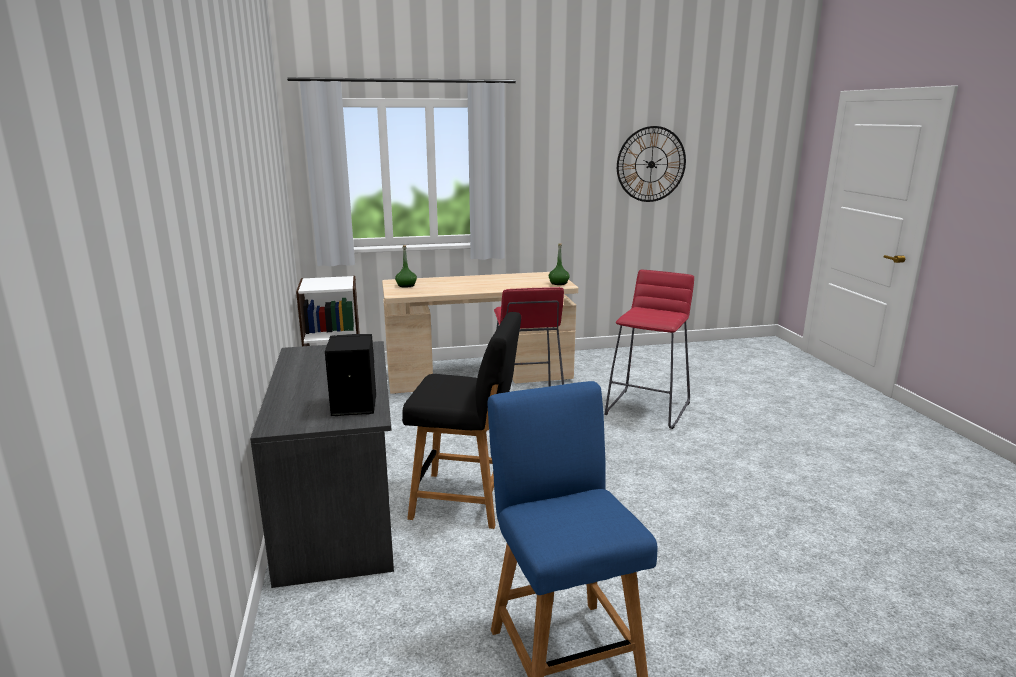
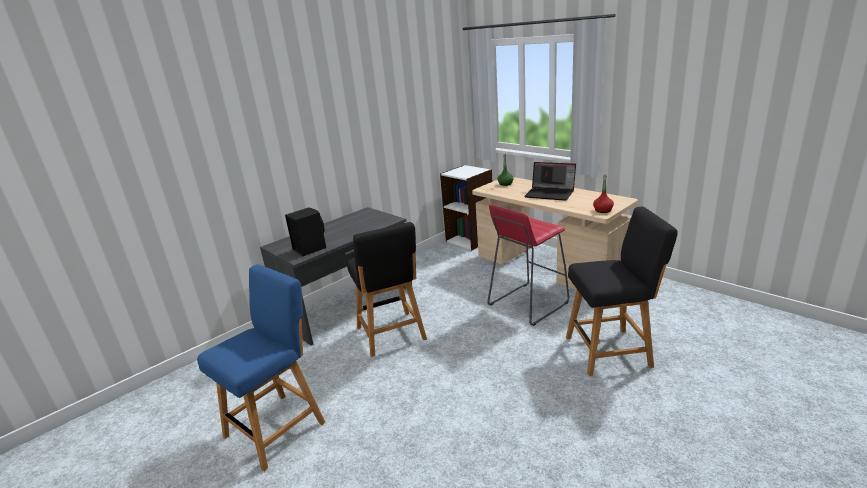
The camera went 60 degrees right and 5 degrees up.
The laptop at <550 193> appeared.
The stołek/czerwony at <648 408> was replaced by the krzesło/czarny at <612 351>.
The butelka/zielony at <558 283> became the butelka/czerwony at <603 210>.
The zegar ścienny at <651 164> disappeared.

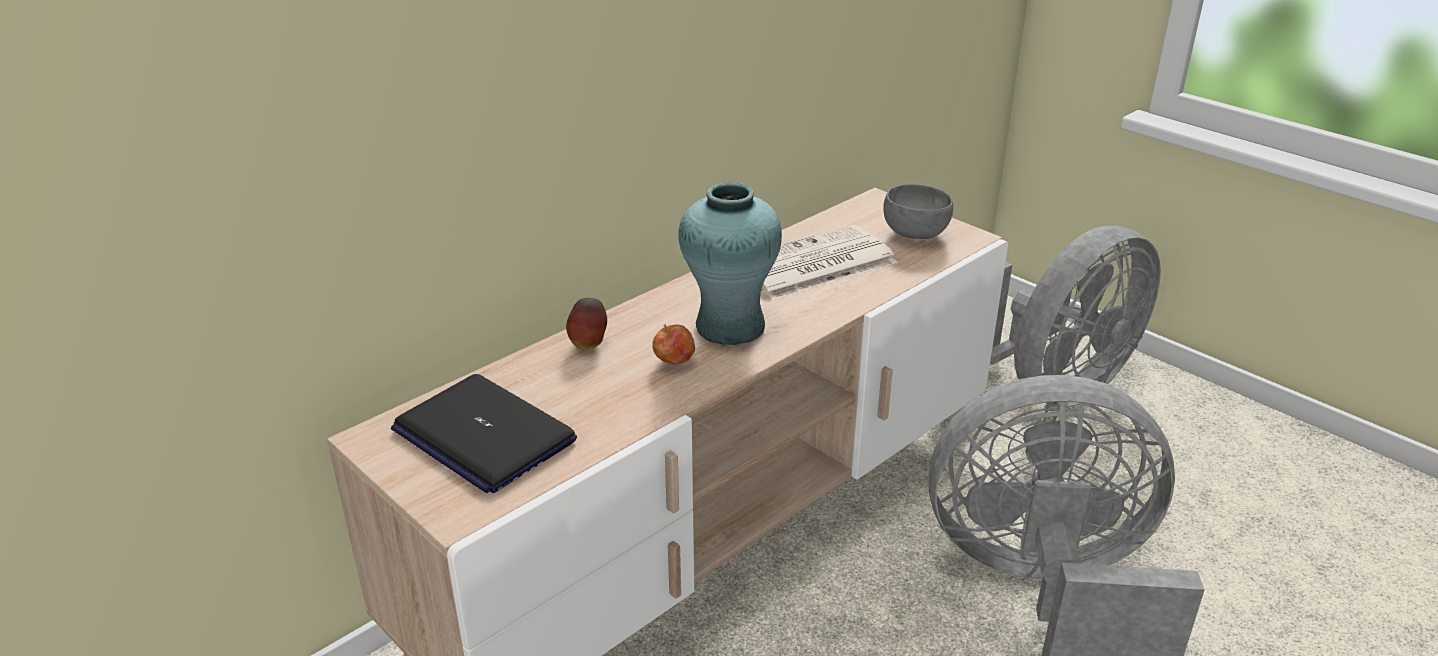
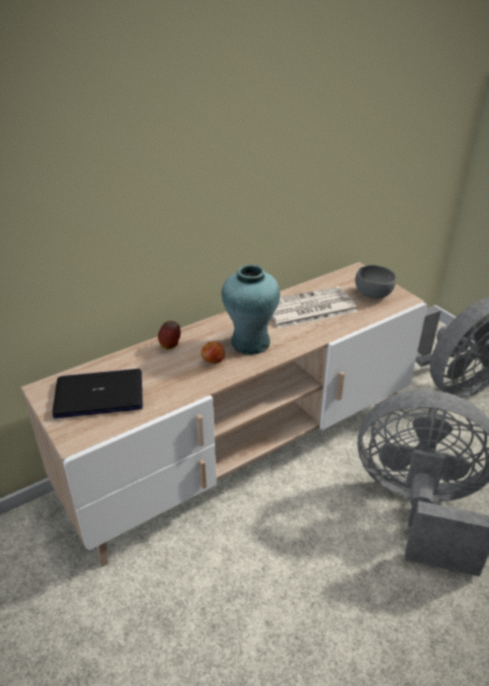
The camera went 10 degrees right and 5 degrees up.
The laptop at <483 435> turned 120 degrees clockwise.

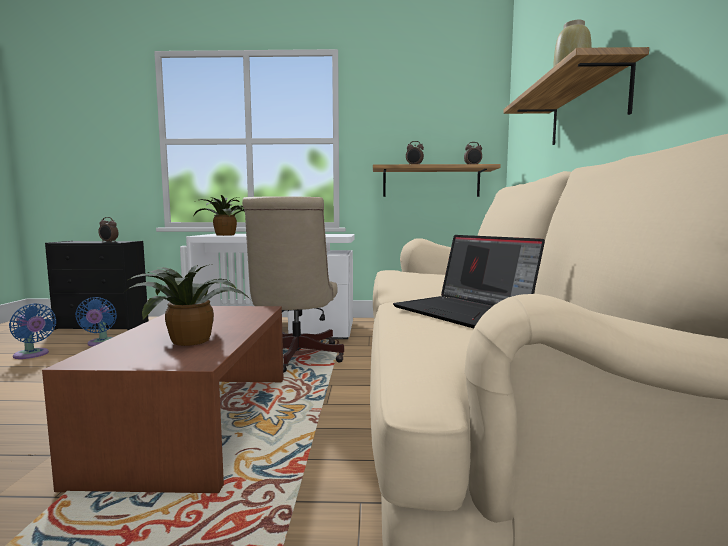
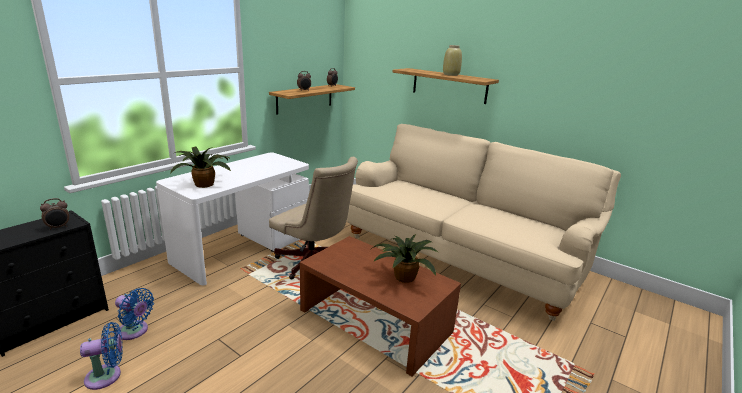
The camera went 55 degrees left and 15 degrees up.
The laptop at <465 312> disappeared.

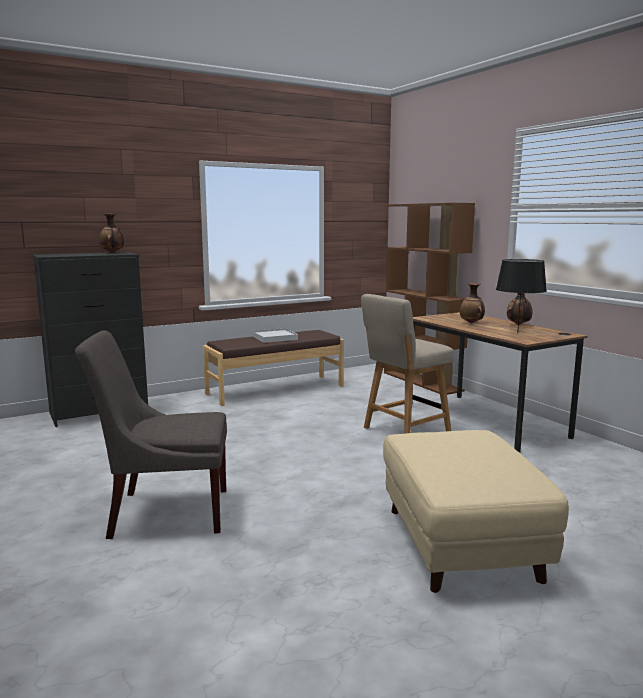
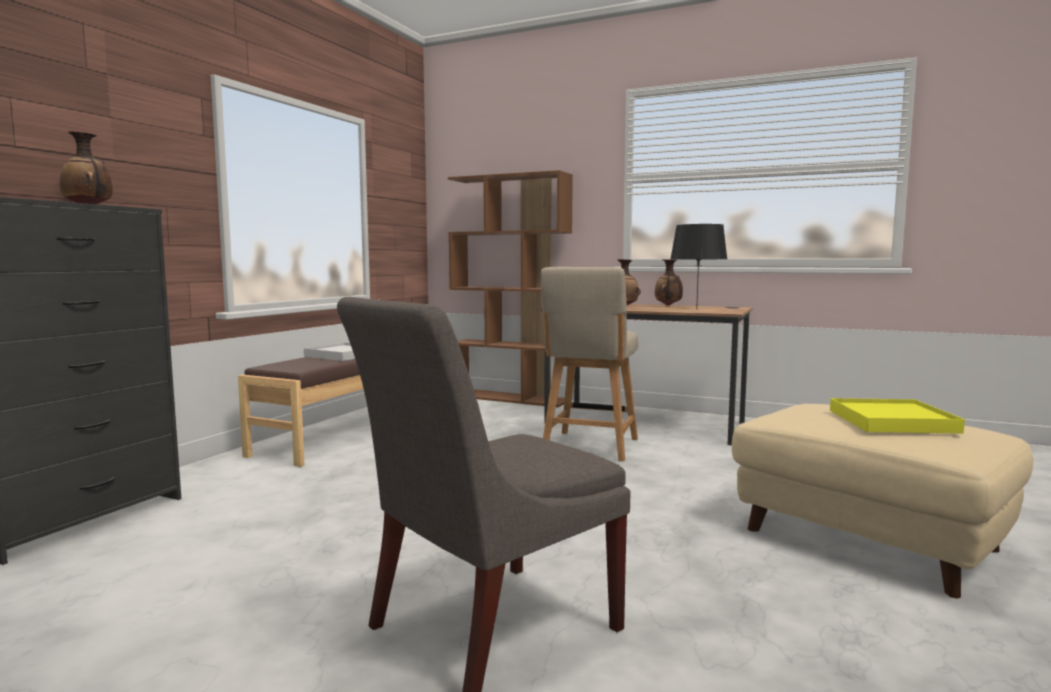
The camera went 35 degrees left and 5 degrees down.
The taca/żółty at <892 421> appeared.

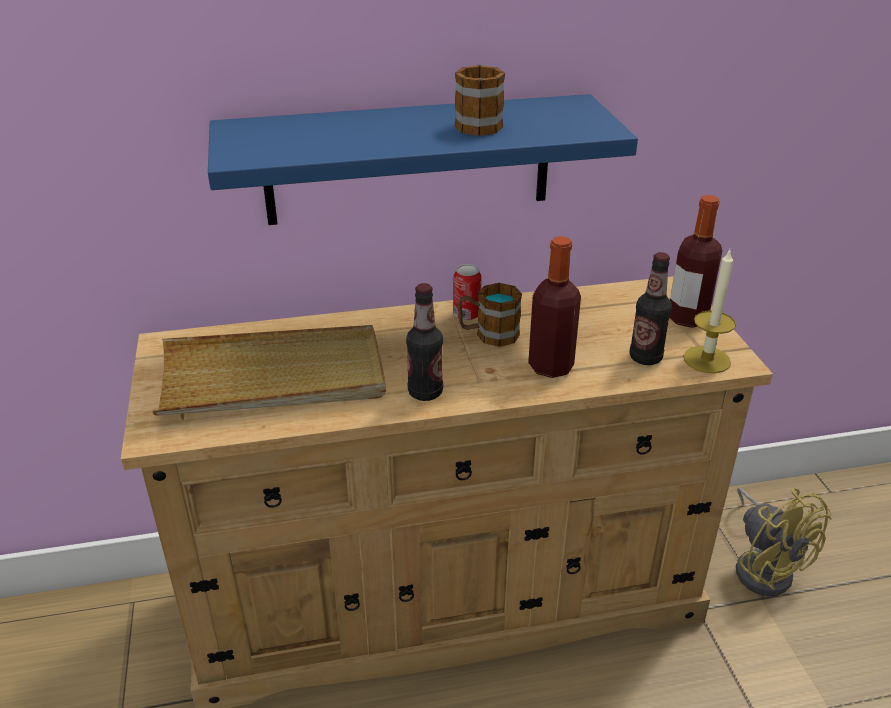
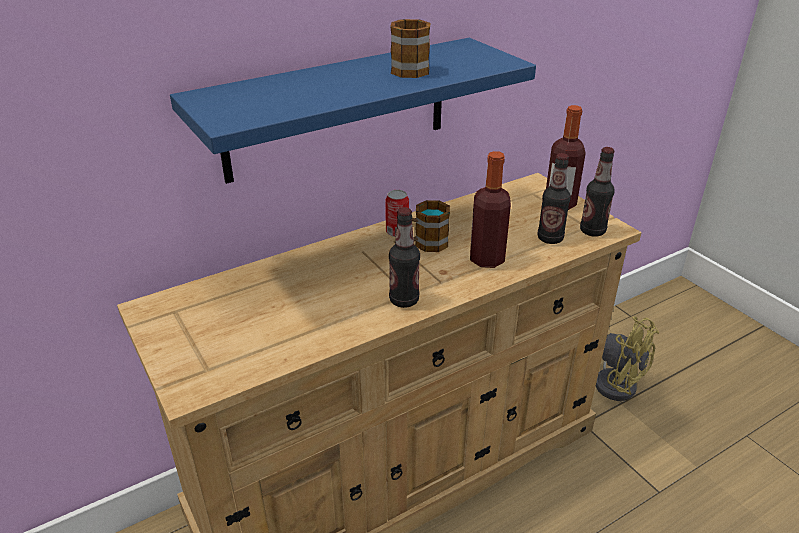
The camera went 20 degrees left and 0 degrees up.
The świeca at <706 359> was replaced by the butelka at <592 231>.
The taca/beżowy at <273 378> disappeared.

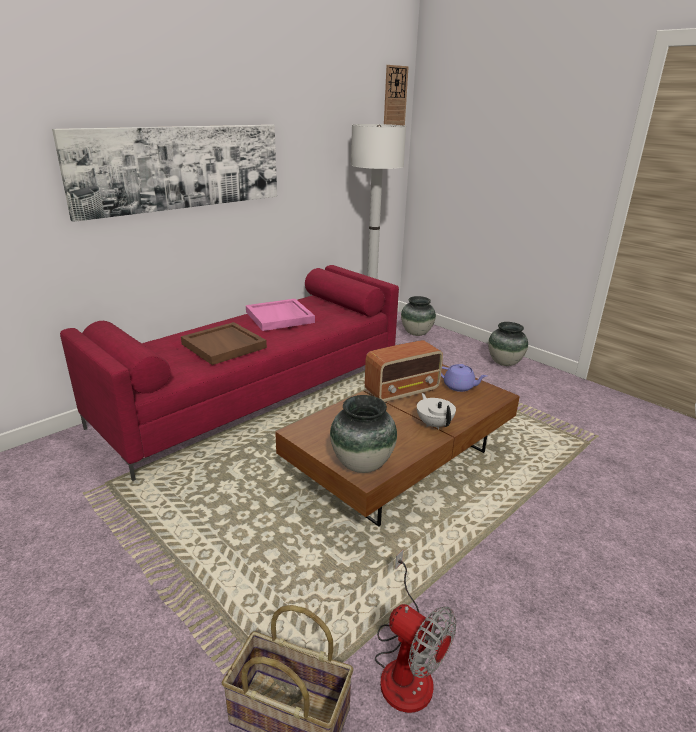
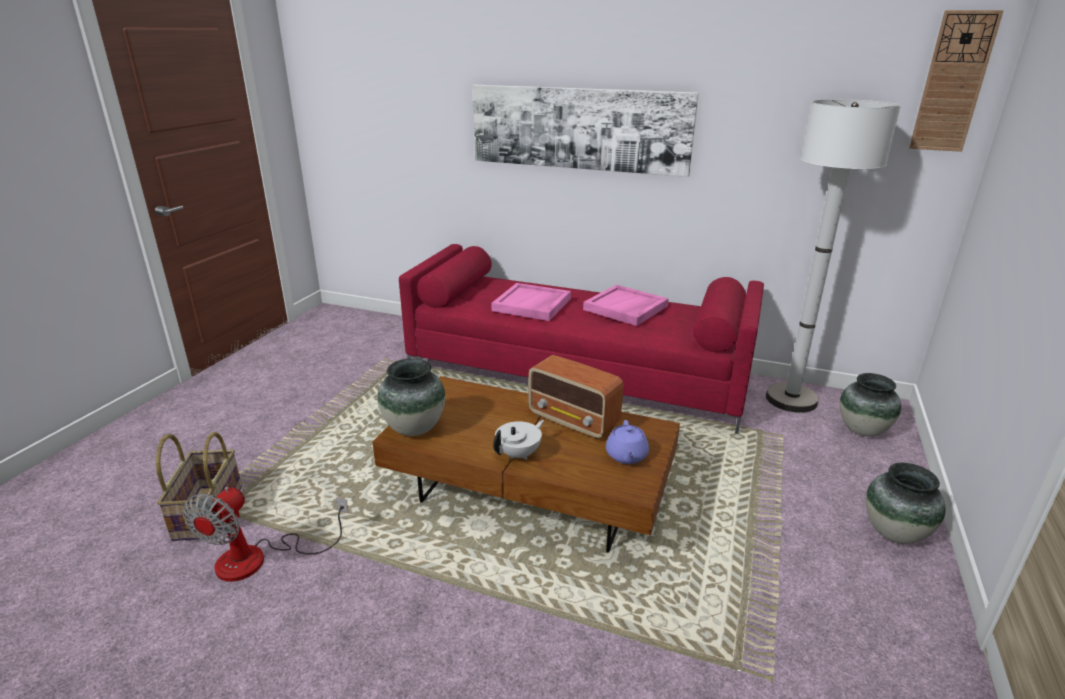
The camera went 65 degrees right and 0 degrees up.
The taca/brązowy at <224 346> became the taca/różowy at <532 305>.

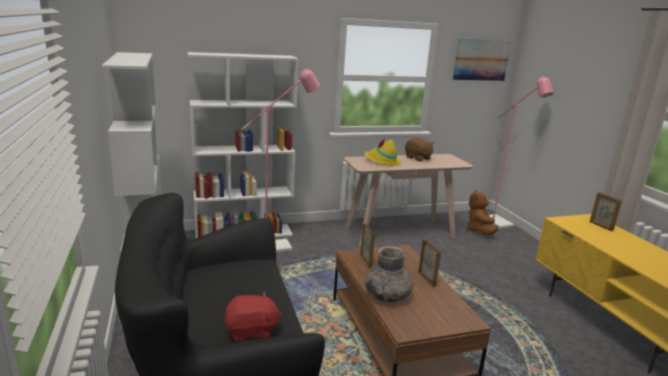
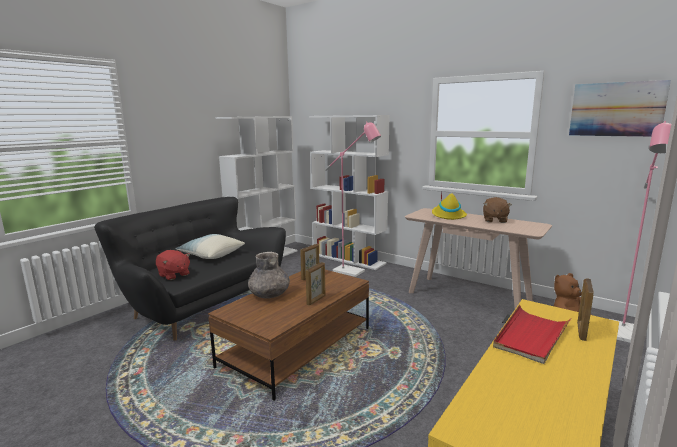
The camera went 55 degrees right and 5 degrees down.
The poduszka at <211 255> appeared.
The taca/czerwony at <531 336> appeared.

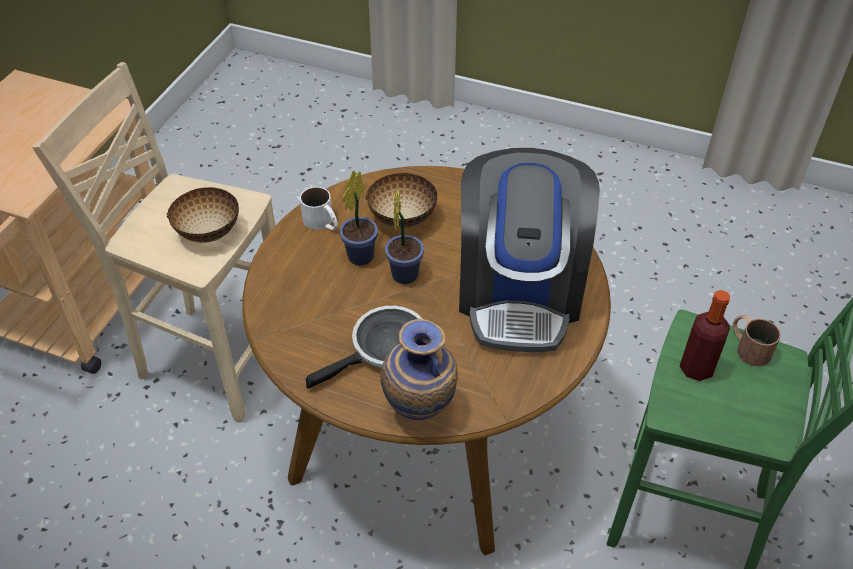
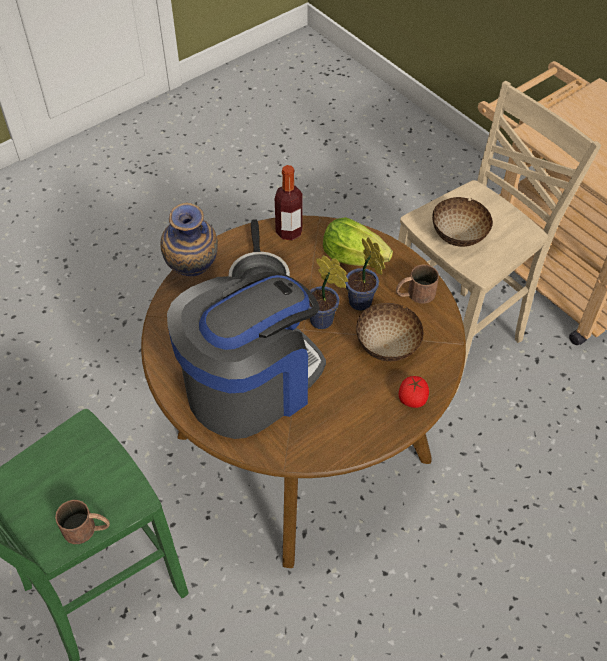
The camera went 120 degrees right and 5 degrees up.
The ekspres do kawy at <520 292> turned 105 degrees clockwise.
The butelka moved from <696 368> to <289 232>.
The sałata at <353 257> appeared.
The kubek/biały at <322 223> became the kubek/brązowy at <414 294>.
The pomidor at <412 399> appeared.

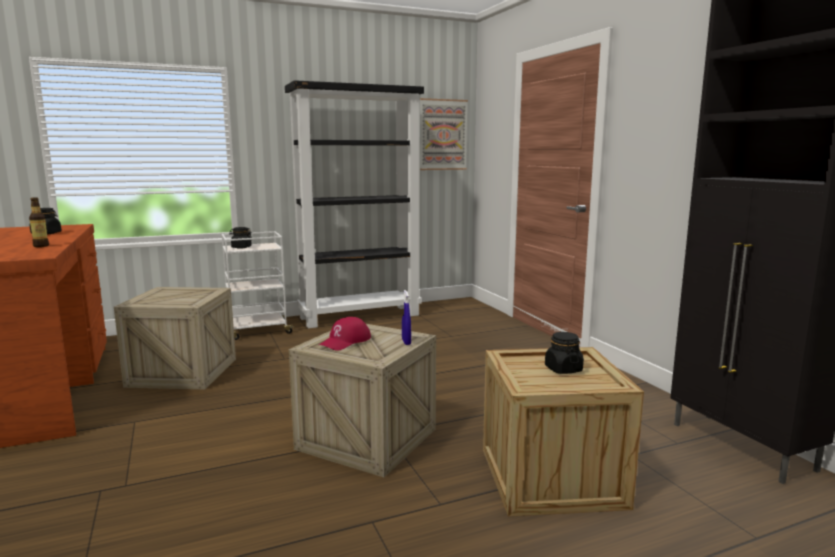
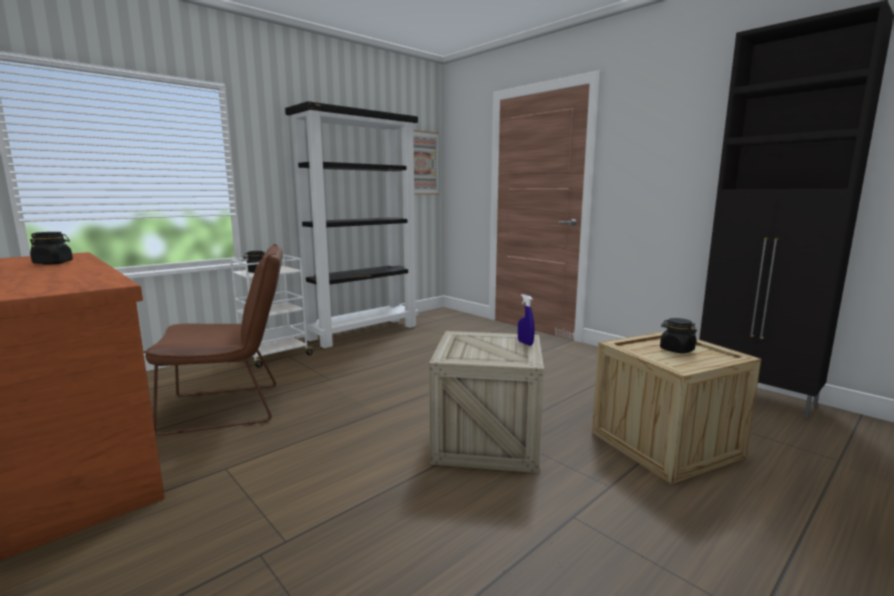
The camera went 20 degrees left and 0 degrees up.
The skrzynka at <183 372> was replaced by the krzesło/brązowy at <232 407>.
The butelka at <41 246> disappeared.
The czapka z daszkiem/czerwony at <345 341> disappeared.

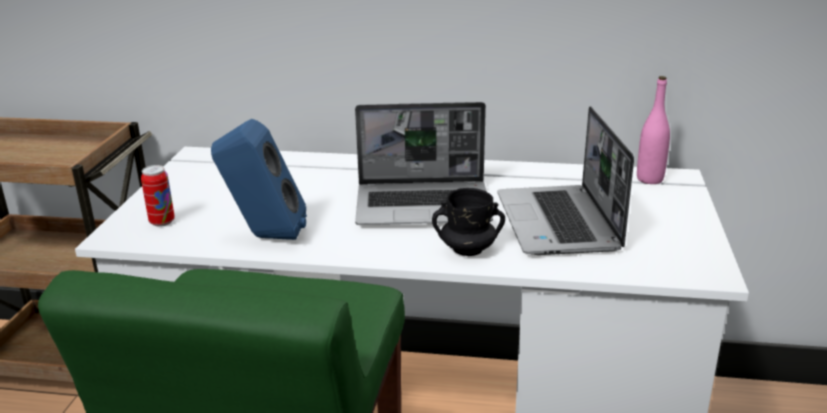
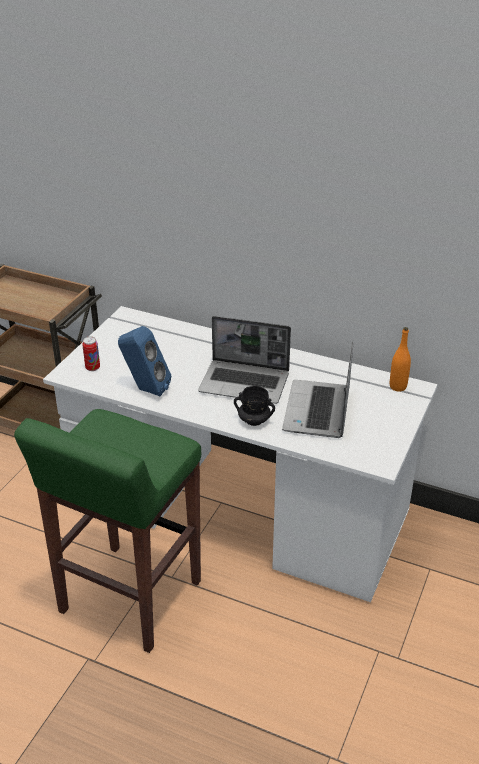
The camera went 15 degrees right and 10 degrees up.
The butelka/różowy at <649 179> became the butelka/pomarańczowy at <398 387>.

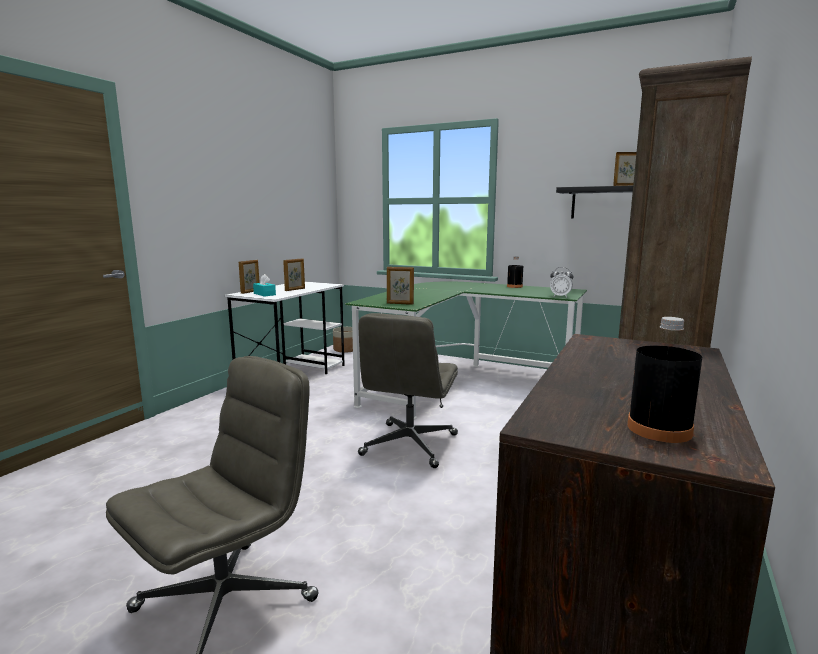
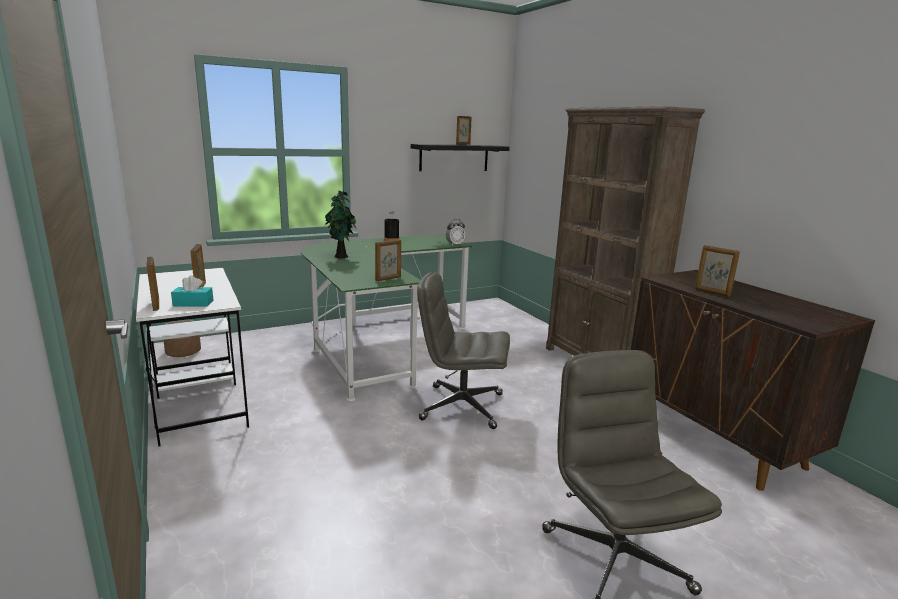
The camera went 55 degrees left and 5 degrees up.
The roślina doniczkowa at <342 257> appeared.
The krzesło biurowe/szary at <409 445> turned 135 degrees clockwise.
The ramka na zdjęcie at <712 292> appeared.
The butelka/czarny at <659 429> disappeared.

